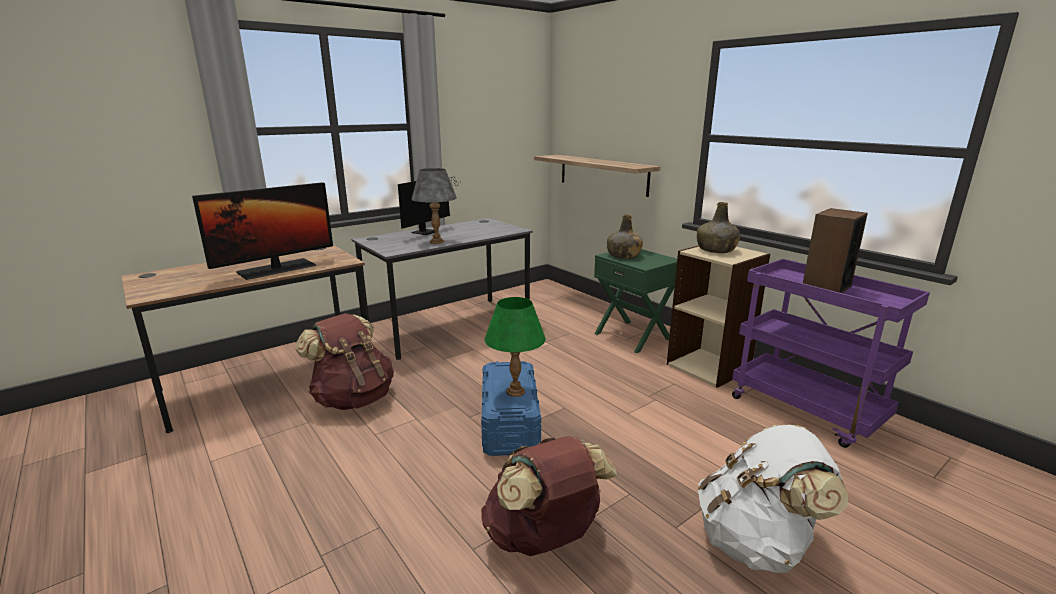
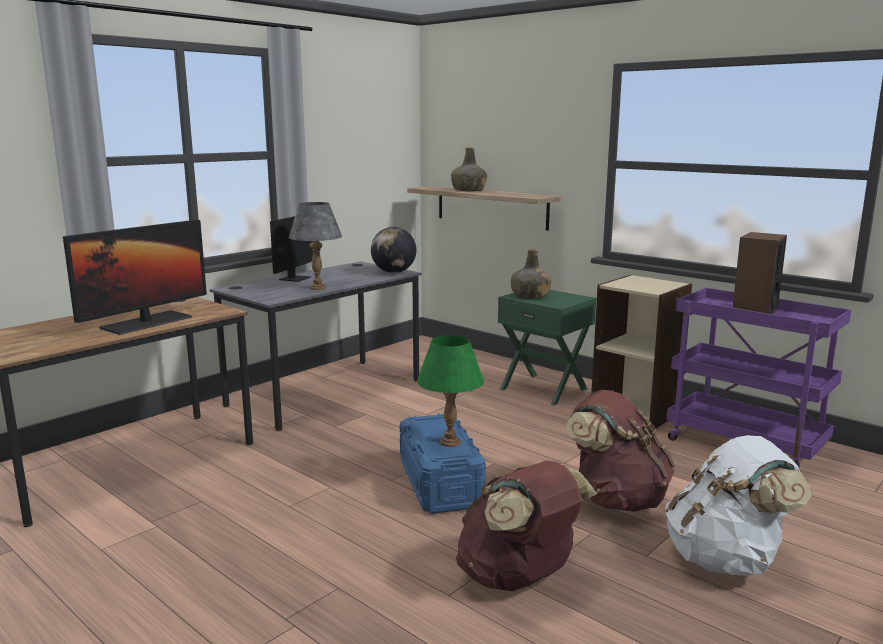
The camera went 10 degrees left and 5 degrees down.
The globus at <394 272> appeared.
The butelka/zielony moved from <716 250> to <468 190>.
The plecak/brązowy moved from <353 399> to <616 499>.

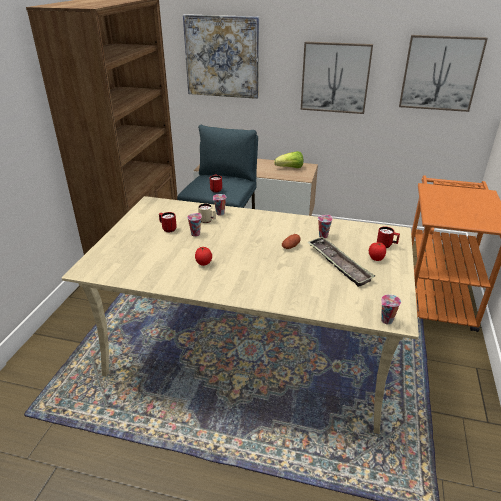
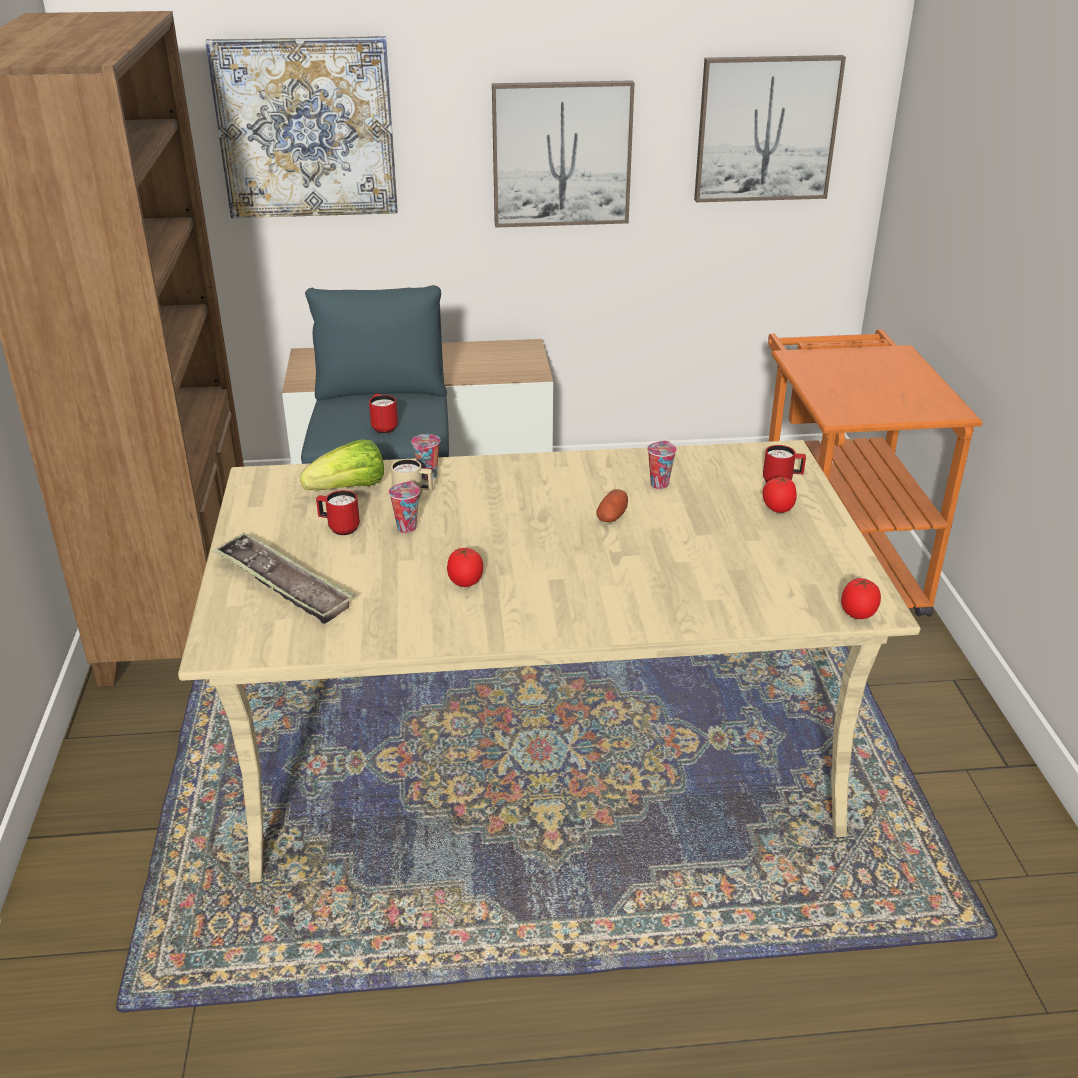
The camera went 20 degrees left and 0 degrees up.
The taca moved from <338 264> to <283 585>.
The sałata moved from <290 168> to <349 489>.
The filiżanka at <386 321> was replaced by the pomidor at <858 615>.

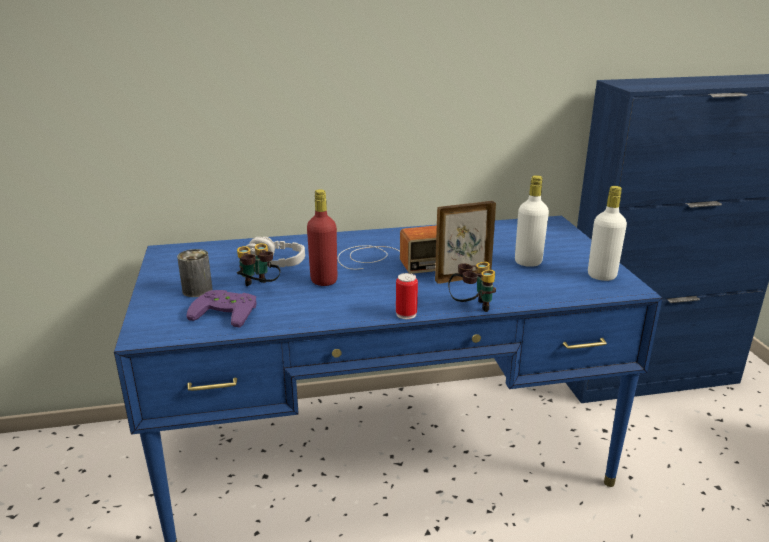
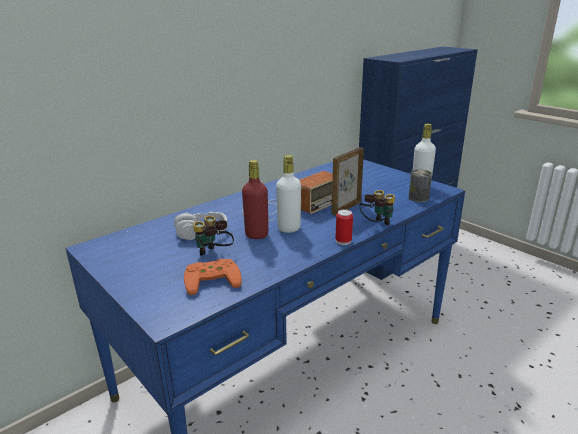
The camera went 30 degrees left and 0 degrees up.
The pad do gier/fioletowy at <227 311> became the pad do gier/pomarańczowy at <212 278>.
The butelka/biały moved from <528 262> to <289 228>.
The puszka moved from <197 290> to <418 198>.

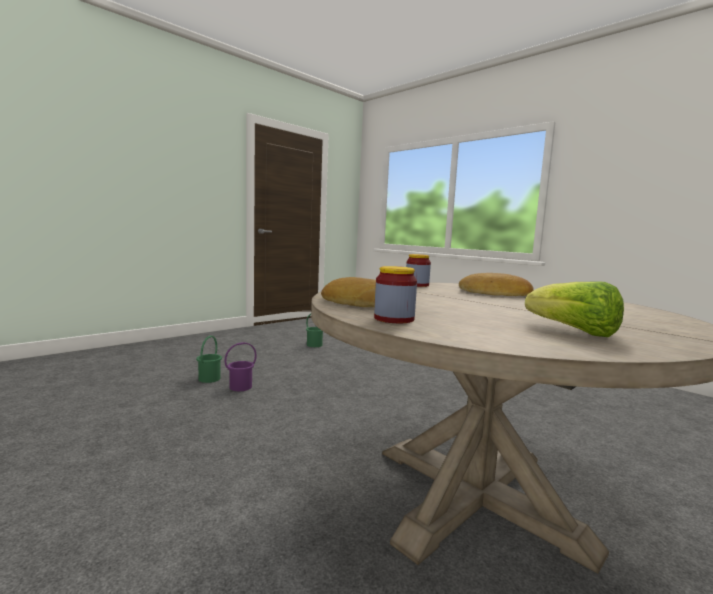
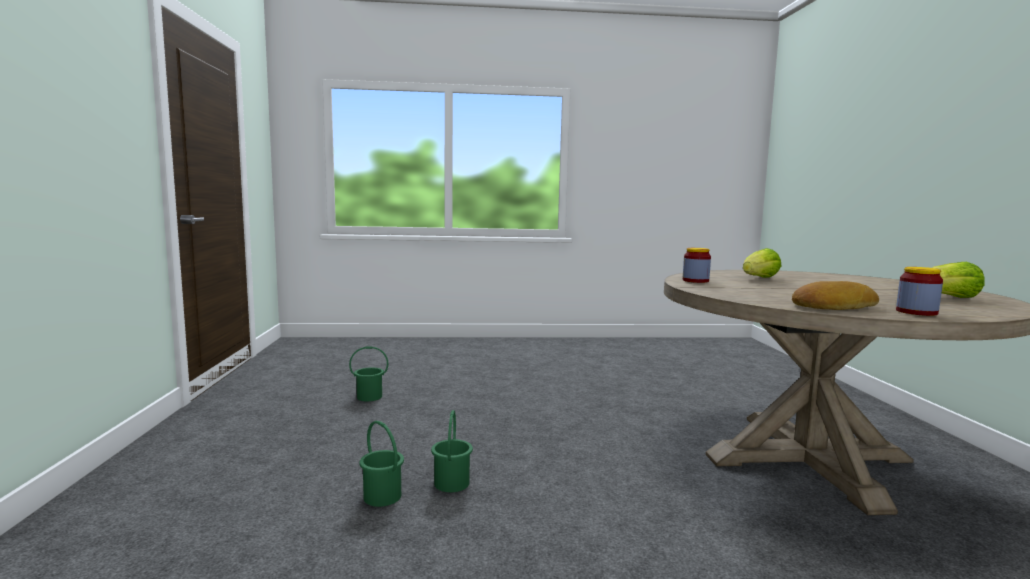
The camera went 50 degrees left and 0 degrees up.
The wiadro/fioletowy at <240 387> became the wiadro/zielony at <451 483>.
The chleb at <495 293> was replaced by the sałata at <759 278>.

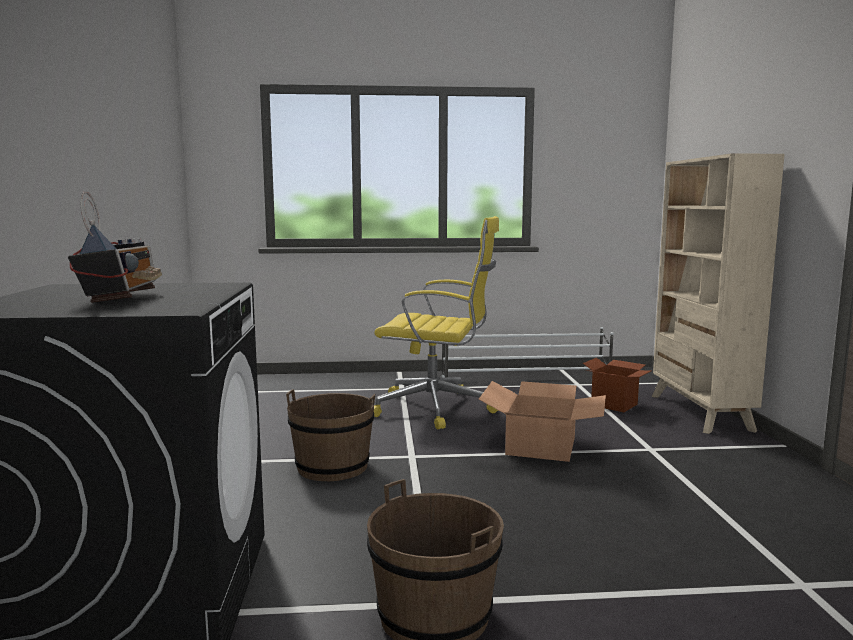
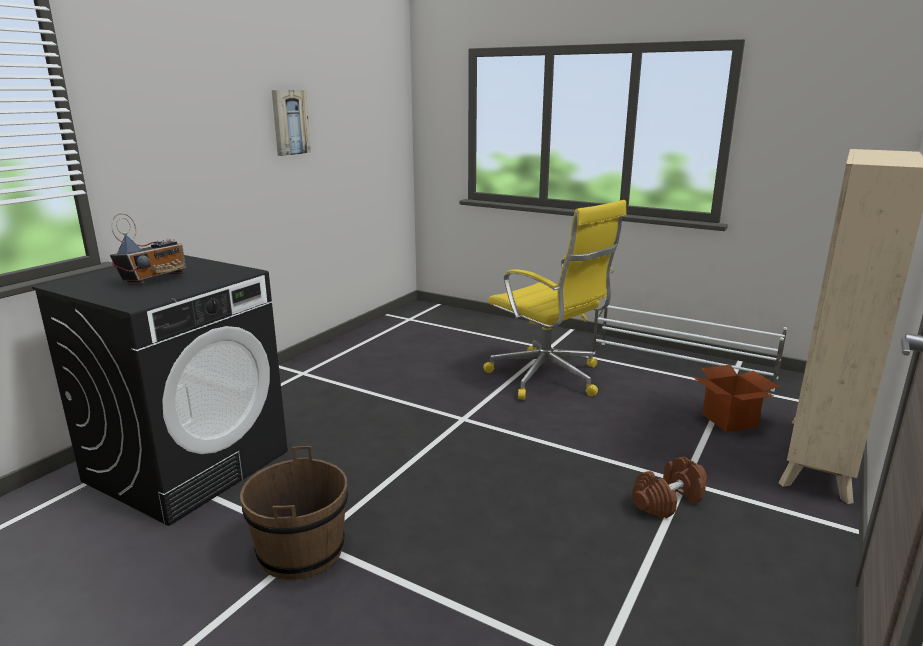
The camera went 35 degrees right and 10 degrees up.
The obraz at <289 122> appeared.
The hantel/brązowy at <668 501> appeared.
The wiadro/brązowy at <332 467> disappeared.
The karton at <542 445> disappeared.

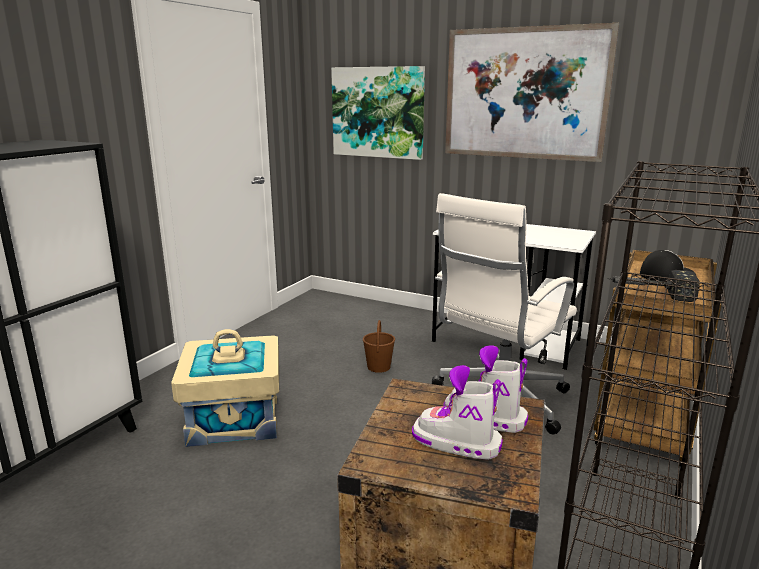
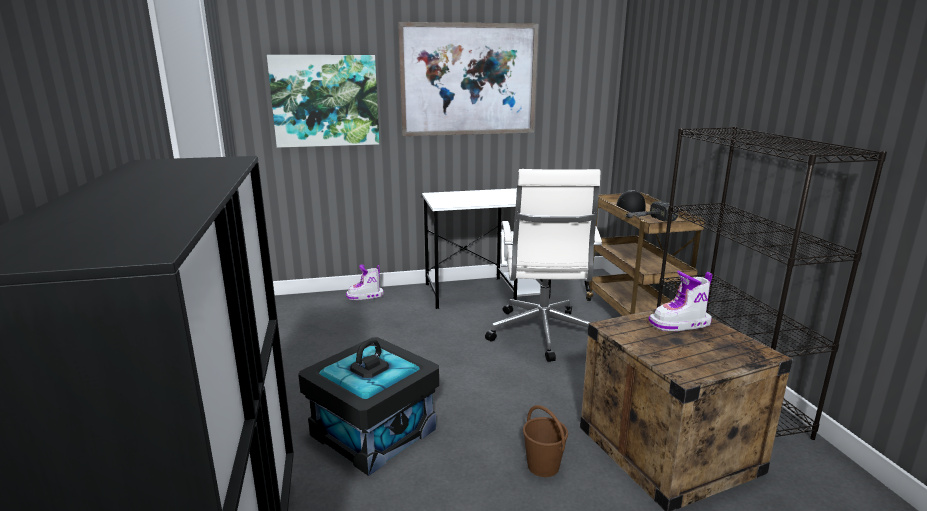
The camera went 40 degrees left and 0 degrees up.
The pojemnik do przechowywania/beżowy at <235 418> became the pojemnik do przechowywania/czarny at <373 431>.
The but z cholewką moved from <456 443> to <365 296>.
The wiadro/brązowy moved from <378 367> to <543 466>.

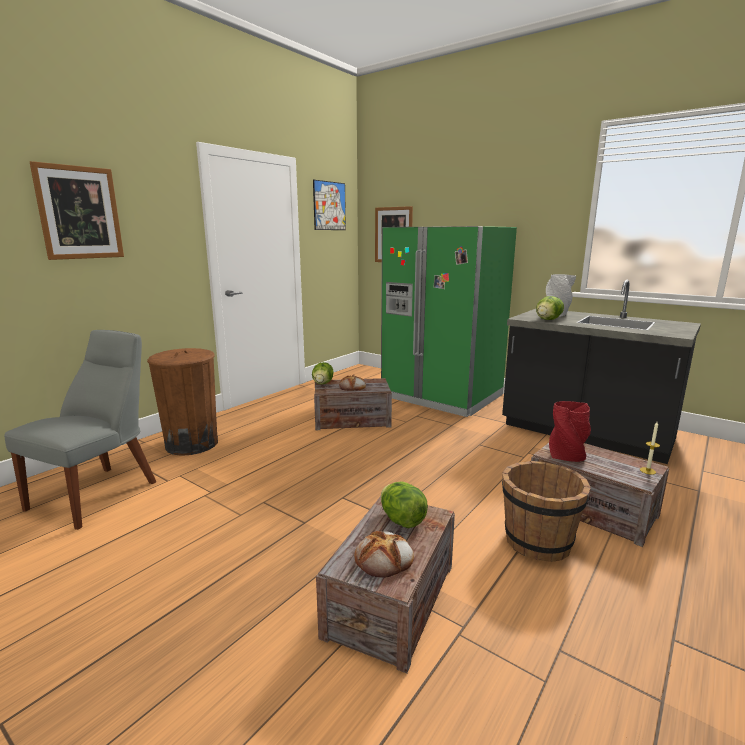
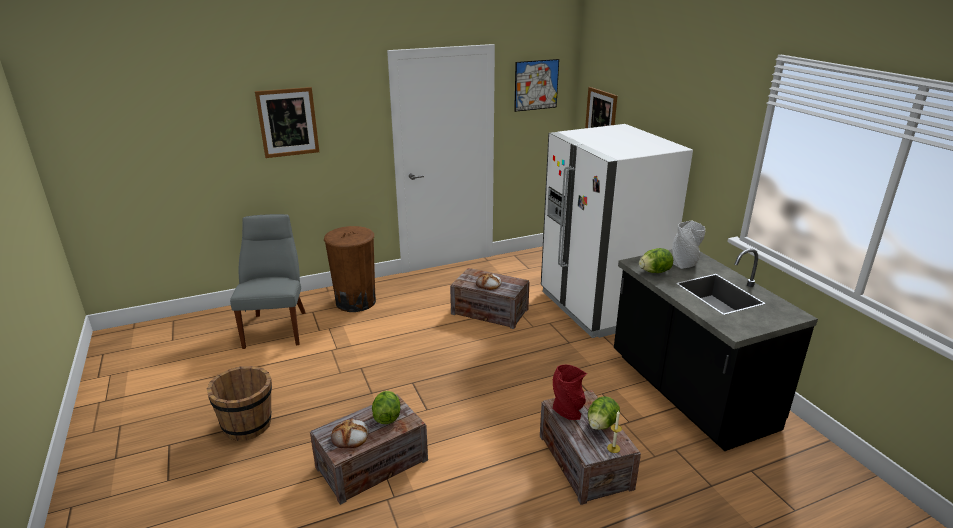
The camera went 30 degrees right and 10 degrees up.
The wiadro/brązowy moved from <537 541> to <248 425>.
The krzesło/szary at <99 493> turned 60 degrees counterclockwise.
The lodówka/zielony at <442 396> became the lodówka/biały at <600 306>.
The sałata moved from <322 383> to <601 424>.

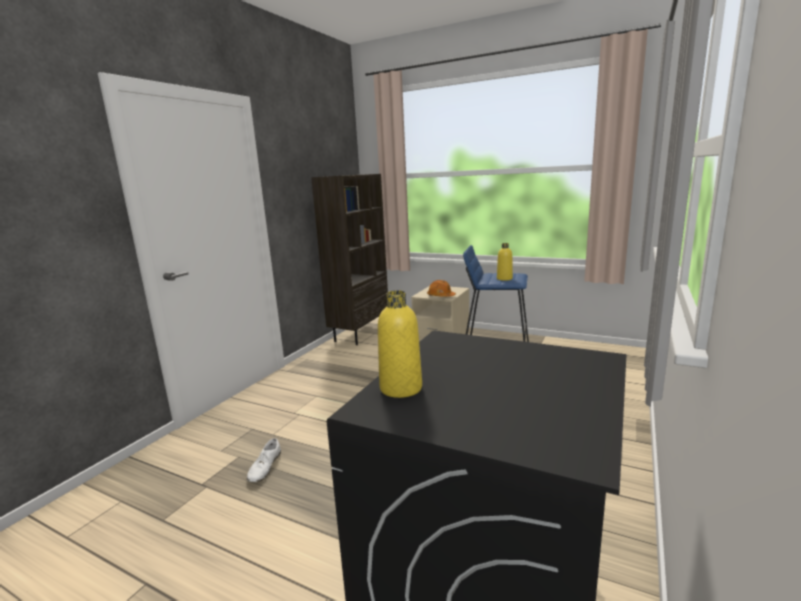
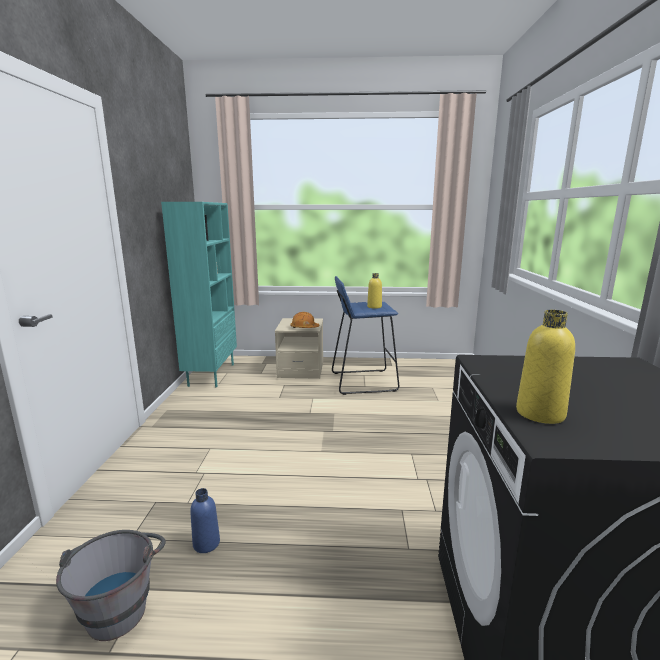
The camera went 25 degrees left and 0 degrees up.
The wiadro/szary at <121 604> appeared.
The regał/brązowy at <360 333> became the regał/turkusowy at <211 374>.
The but/biały at <265 467> was replaced by the butelka/niebieski at <206 543>.

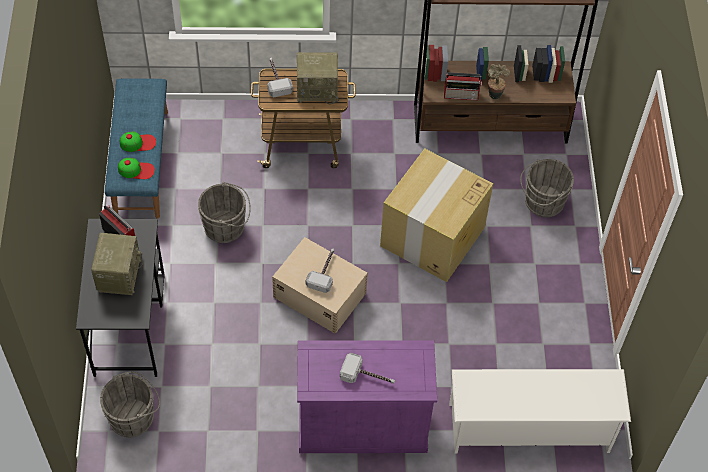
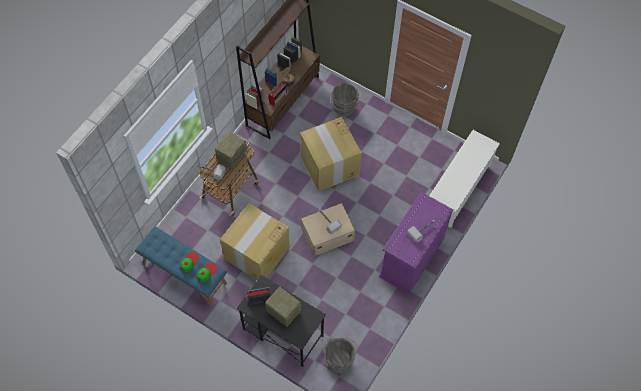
The camera went 55 degrees left and 5 degrees up.
The wiadro/szary at <227 227> was replaced by the karton at <256 254>.

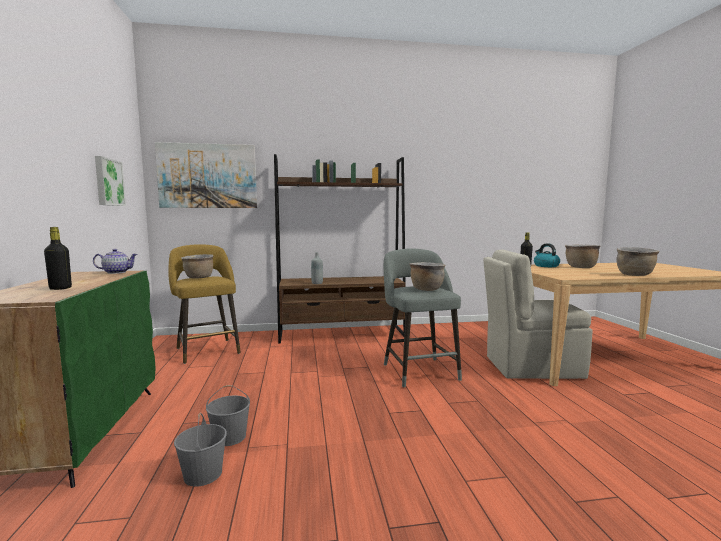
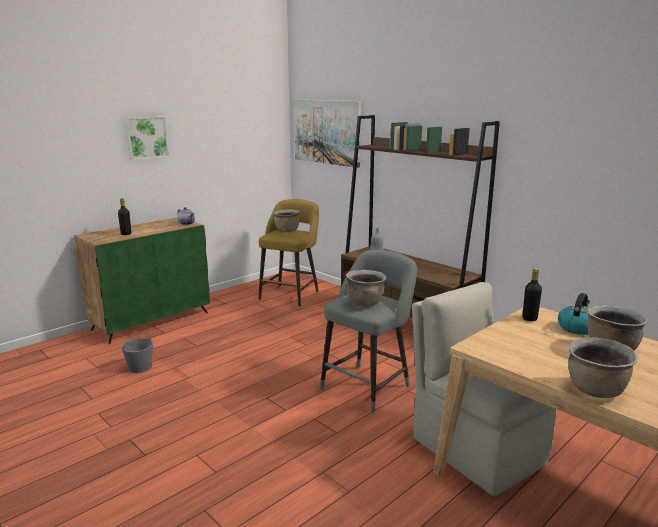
The camera went 55 degrees right and 10 degrees up.
The obraz moved from <108 182> to <146 137>.
The wiadro/szary at <230 437> disappeared.

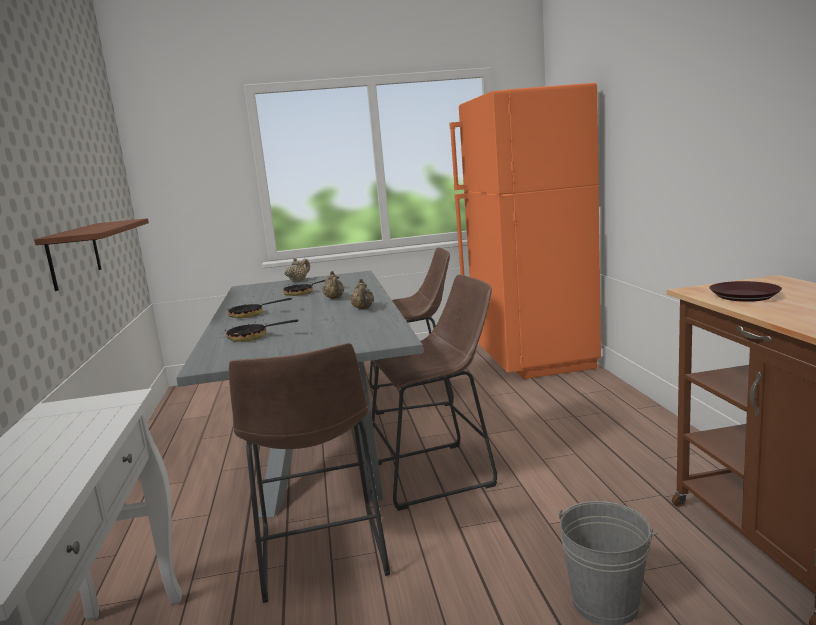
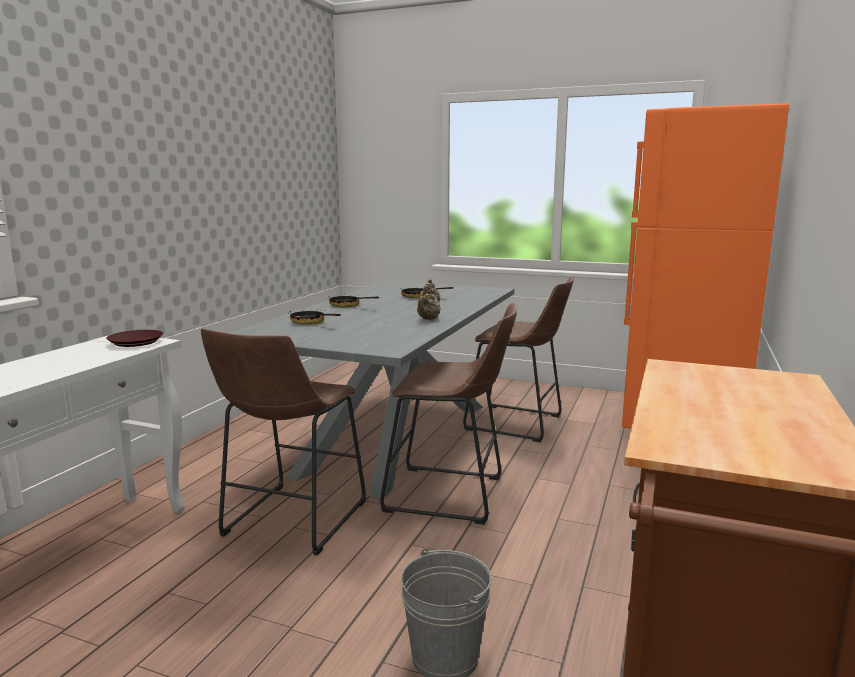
The camera went 30 degrees right and 0 degrees up.
The talerz/brązowy moved from <744 296> to <135 342>.
The półka at <74 254> disappeared.
The imbryk/beżowy at <298 281> disappeared.

